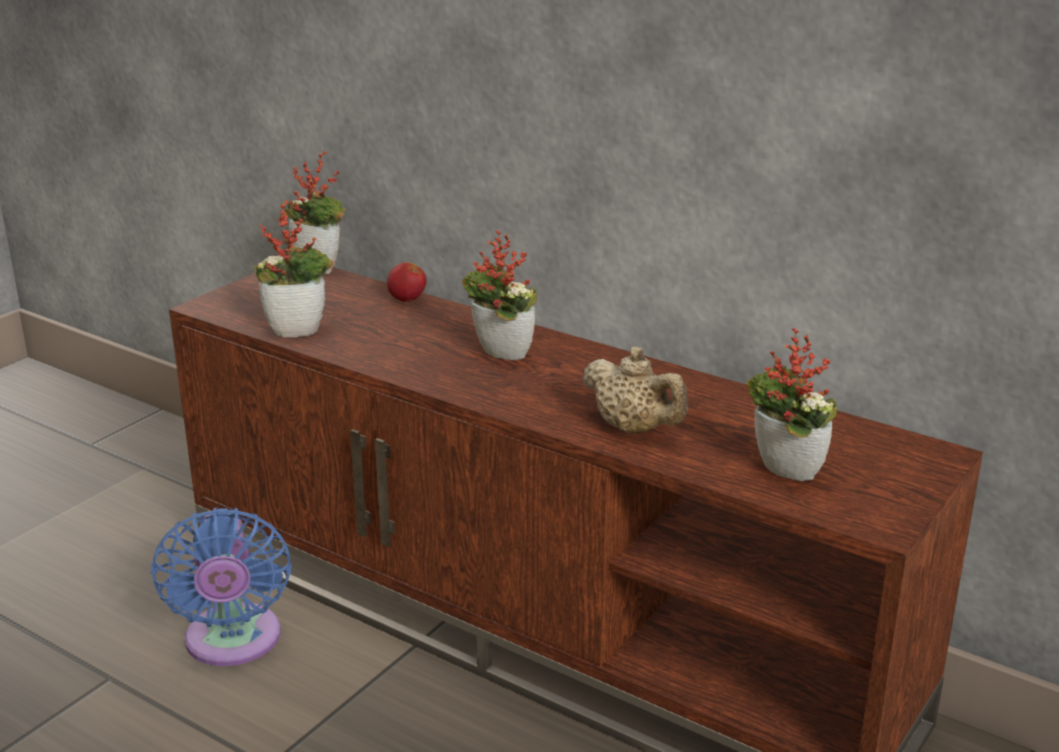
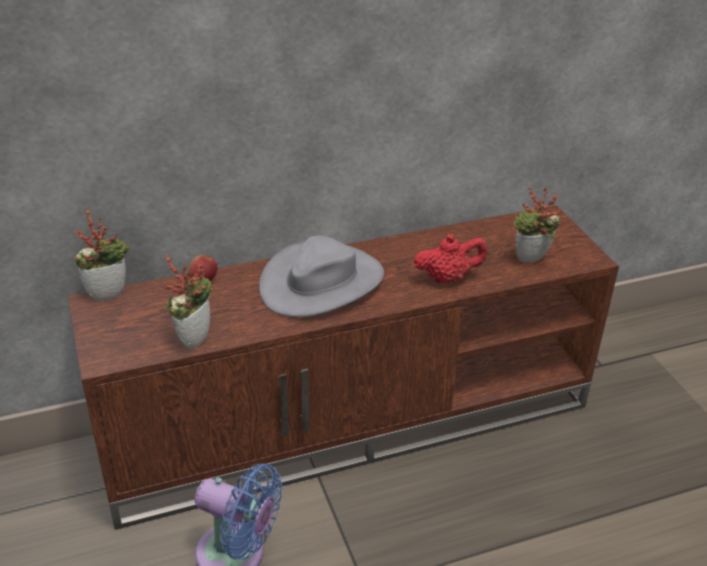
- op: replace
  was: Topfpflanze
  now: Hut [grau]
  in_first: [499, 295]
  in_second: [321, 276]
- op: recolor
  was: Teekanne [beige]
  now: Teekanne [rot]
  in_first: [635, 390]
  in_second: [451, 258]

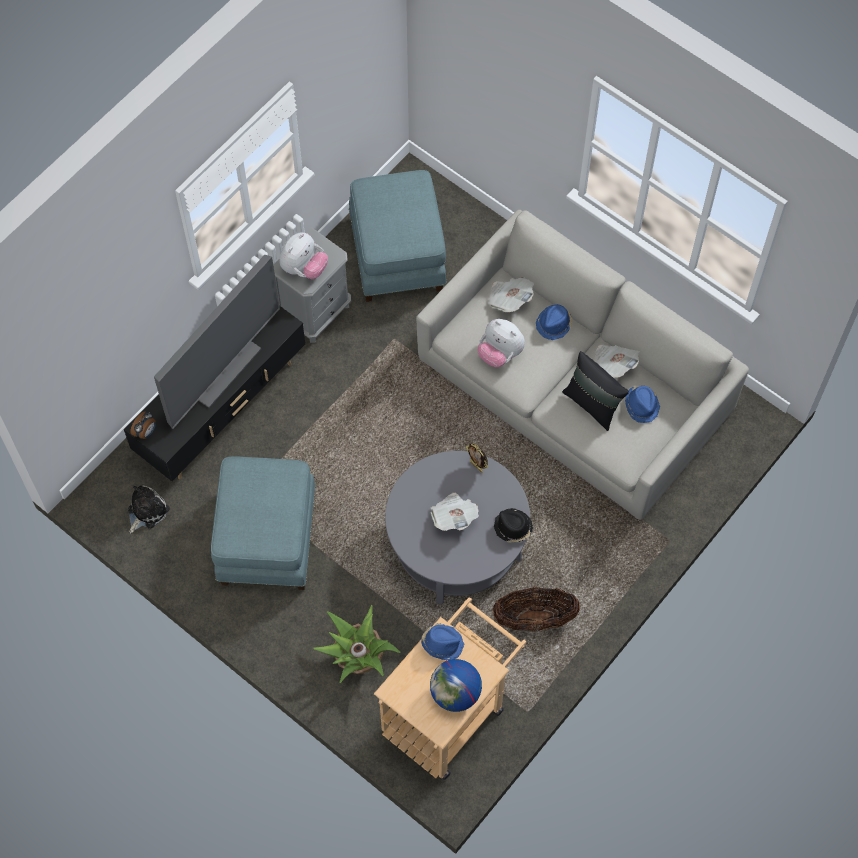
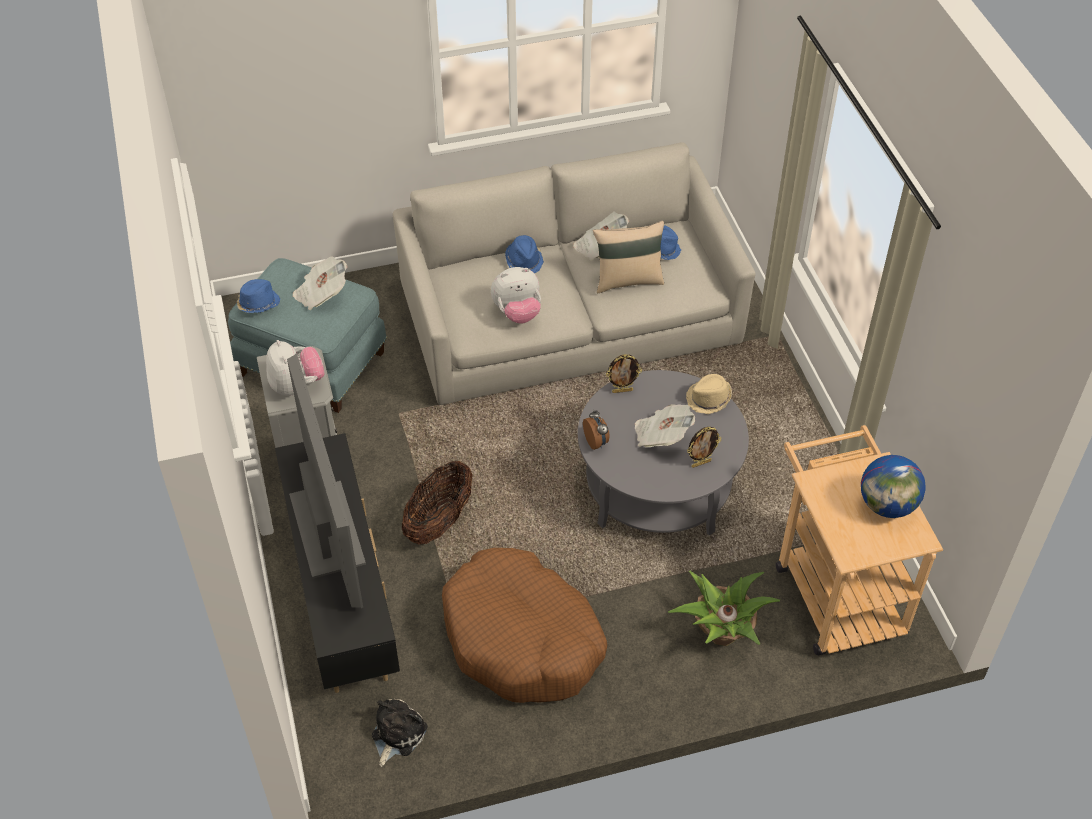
- op: insert
  now: Bilderrahmen
  in_second: [704, 447]
- op: move
  was: Wecker
  in_first: [143, 425]
  in_second: [596, 430]
- op: move
  was: Hut [blau]
  in_first: [443, 641]
  in_second: [258, 296]
- op: move
  was: Zeitung
  in_first: [510, 294]
  in_second: [320, 283]
- op: move
  was: Korb
  in_first: [536, 609]
  in_second: [437, 502]
- op: replace
  was: Polsterhocker [blau]
  now: Hundebett [braun]
  in_first: [263, 523]
  in_second: [524, 625]
- op: recolor
  was: Hut [schwarz]
  now: Hut [beige]
  in_first: [513, 525]
  in_second: [709, 394]
- op: recolor
  was: Kissen [schwarz]
  now: Kissen [beige]
  in_first: [595, 391]
  in_second: [628, 257]
- op: rotate
  was: Plüschtier
  in_first: [149, 509]
  in_second: [400, 733]
  clockwise: 45

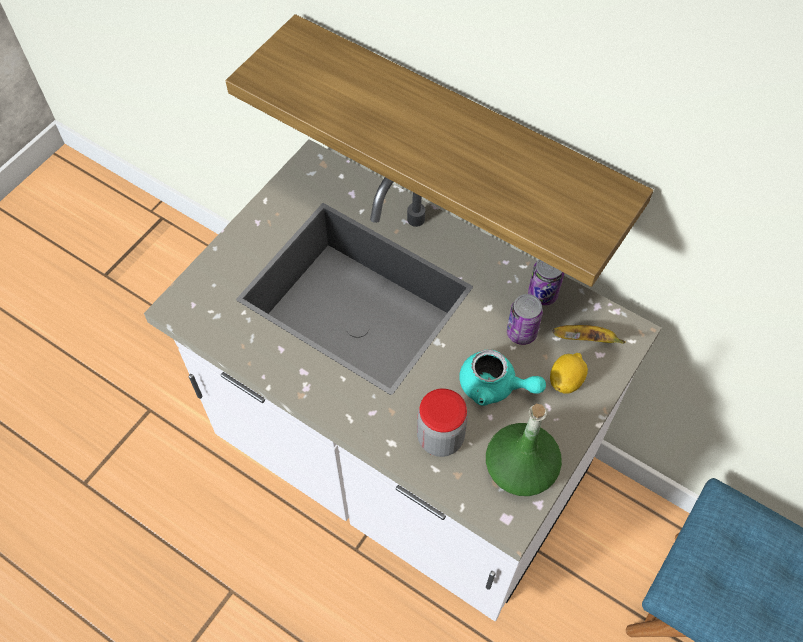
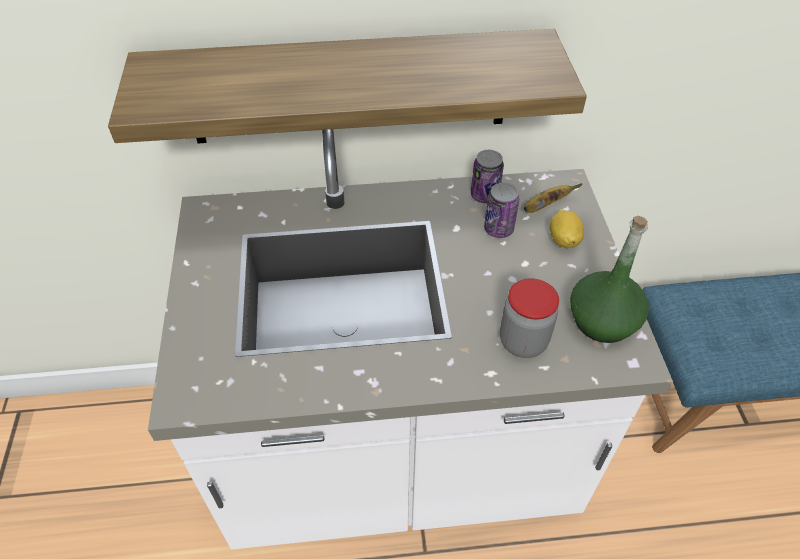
- op: delete
  was: Teekanne [türkis]
  in_first: [502, 378]

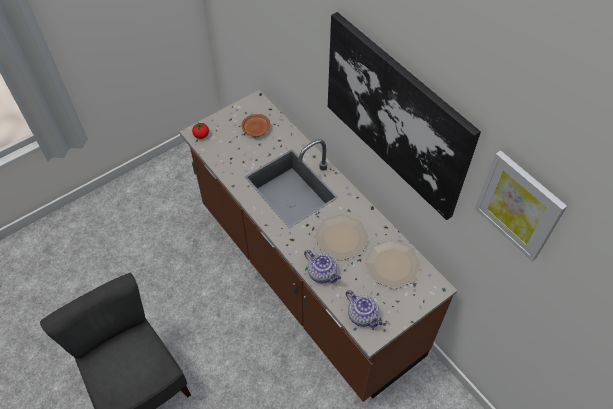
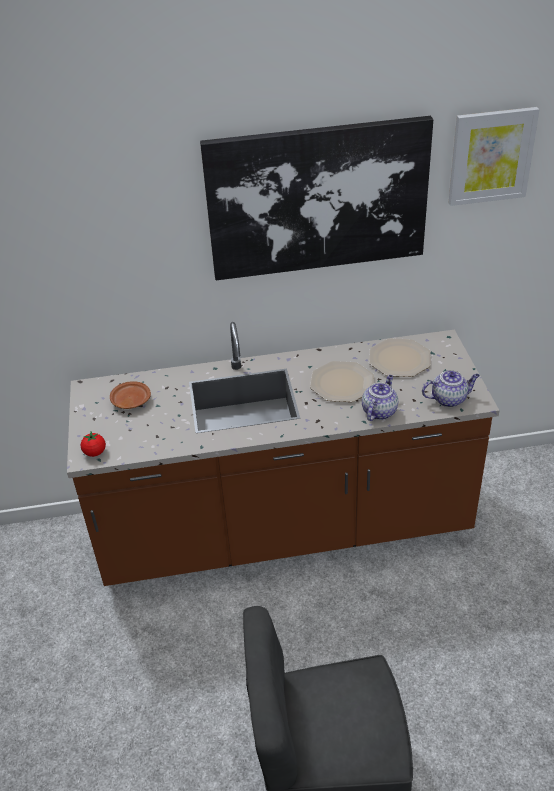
- op: rotate
  was: Teekanne
  in_first: [322, 266]
  in_second: [380, 398]
  clockwise: -45

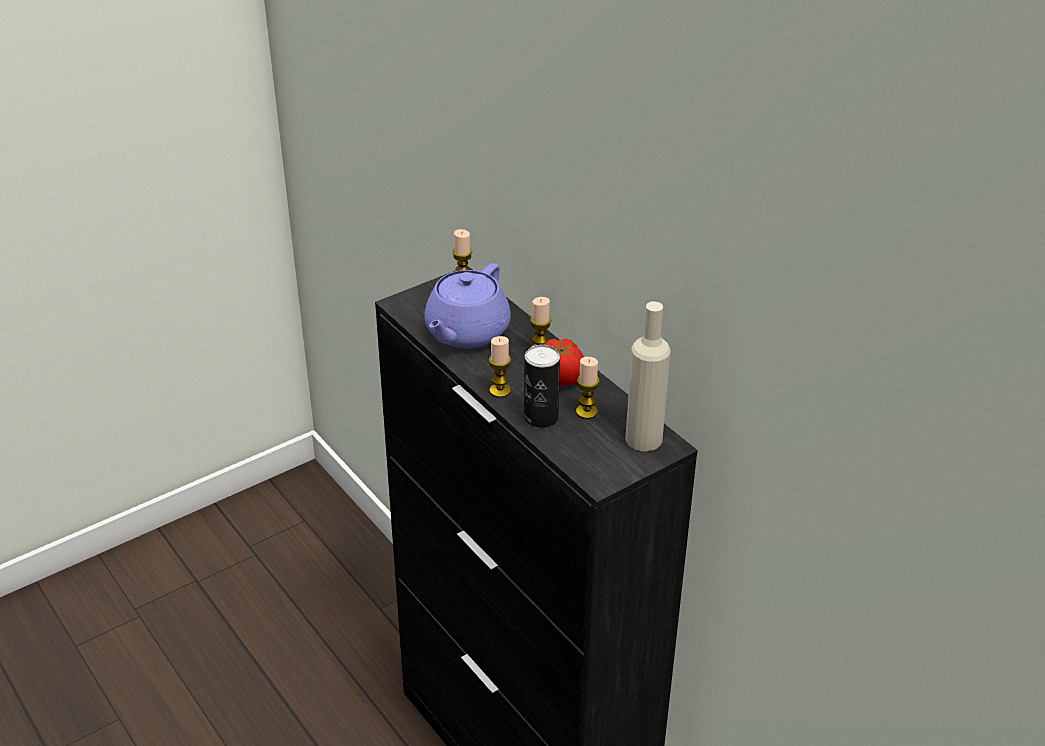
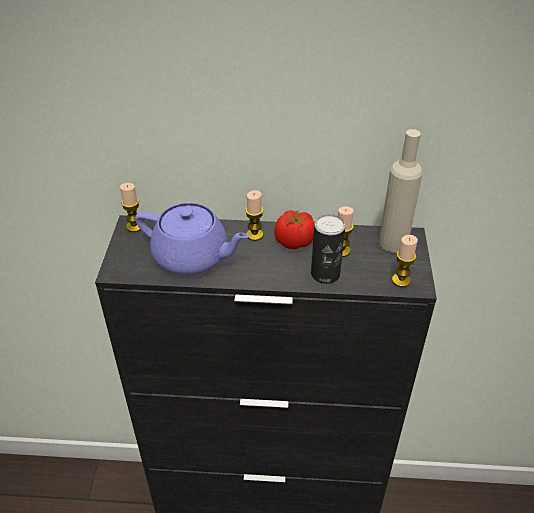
- op: move
  was: Kerze
  in_first: [500, 367]
  in_second: [405, 261]
- op: rotate
  was: Teekanne [lila]
  in_first: [467, 306]
  in_second: [192, 239]
  clockwise: -45

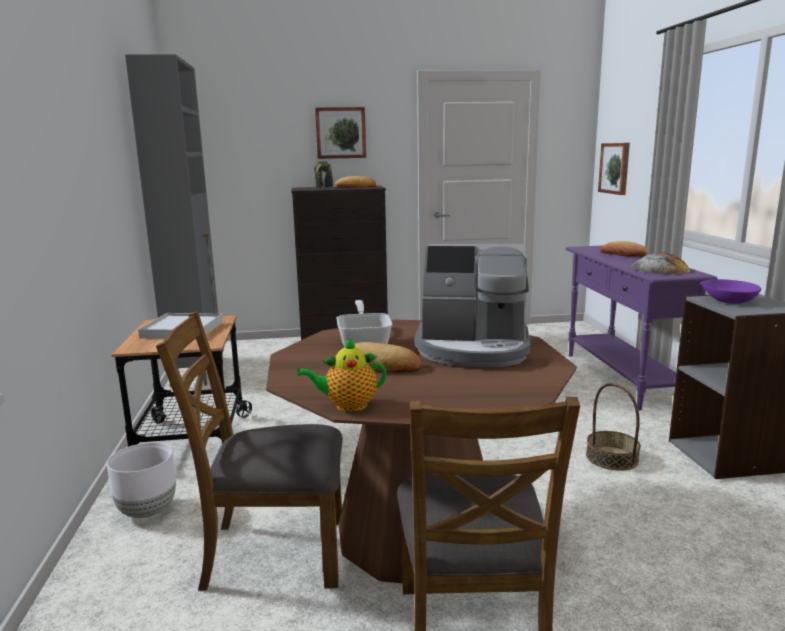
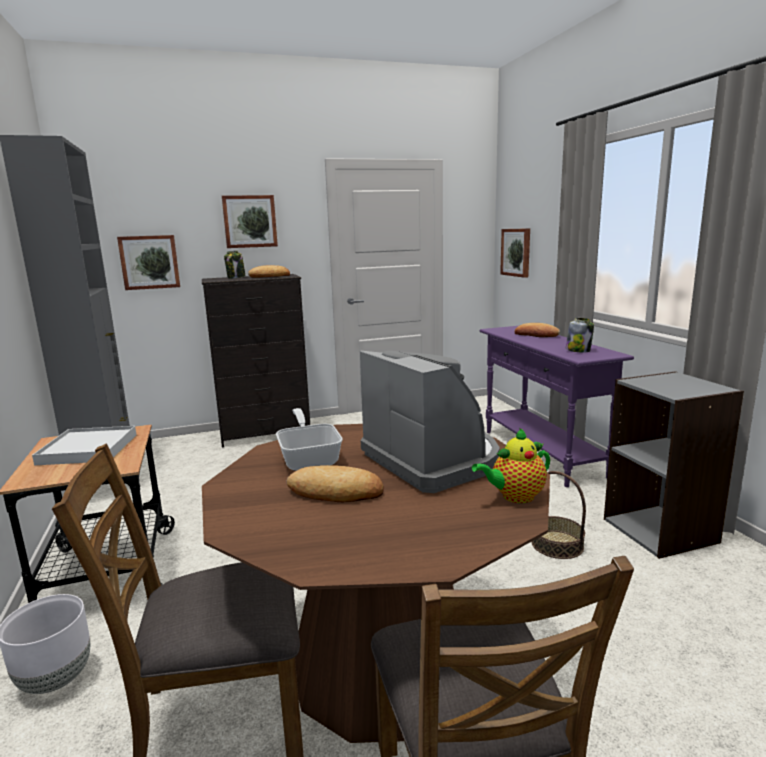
- op: delete
  was: Schüssel [lila]
  in_first: [731, 291]
- op: insert
  now: Bild
  in_second: [148, 262]
- op: move
  was: Teekanne
  in_first: [341, 374]
  in_second: [511, 465]
- op: replace
  was: Brot
  now: Vorratsglas
  in_first: [660, 263]
  in_second: [580, 335]
- op: rotate
  was: Kaffeemaschine
  in_first: [472, 306]
  in_second: [430, 422]
  clockwise: -120

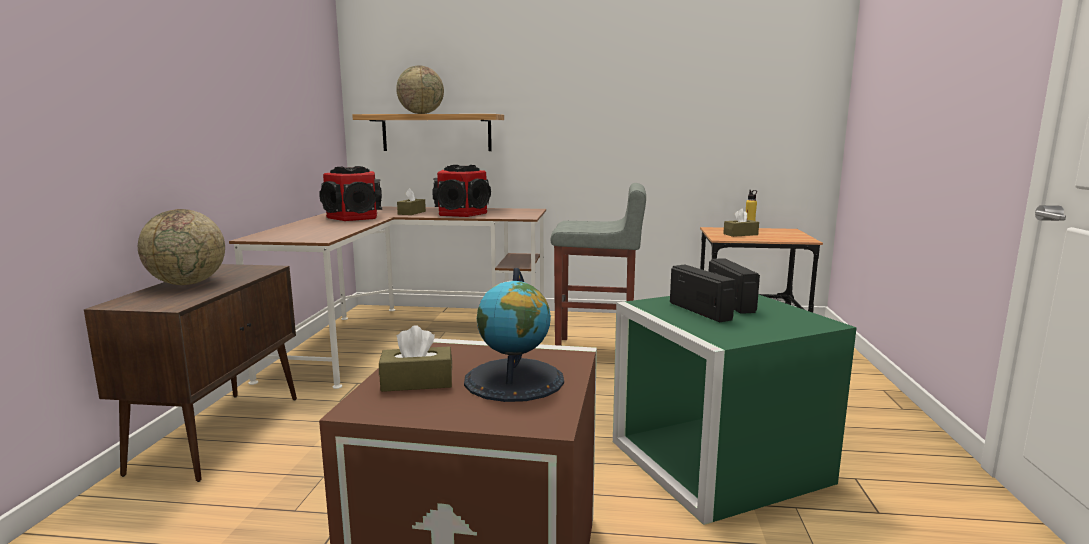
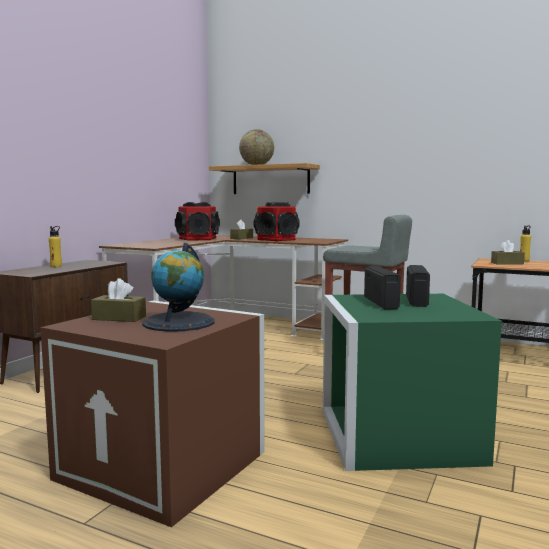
- op: replace
  was: Globus
  now: Flasche [gelb]
  in_first: [181, 247]
  in_second: [55, 246]

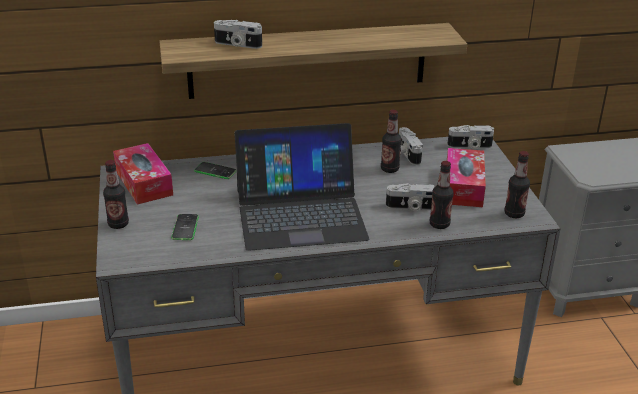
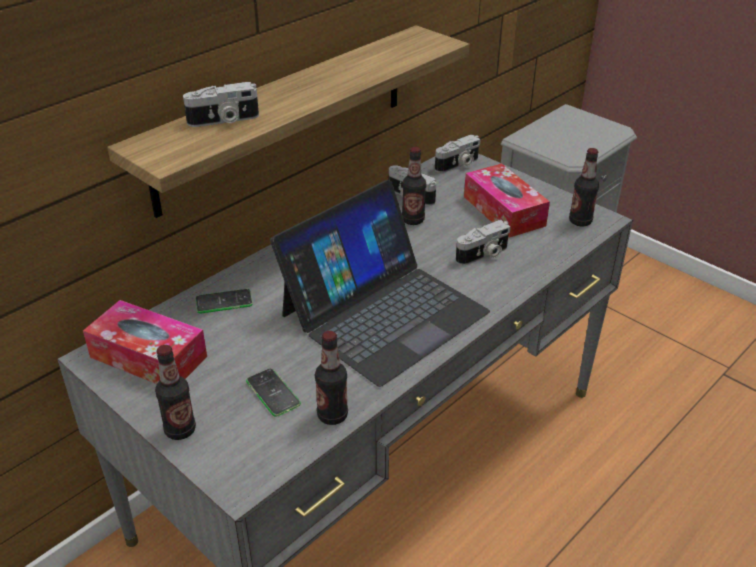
- op: move
  was: Flasche
  in_first: [442, 195]
  in_second: [331, 378]

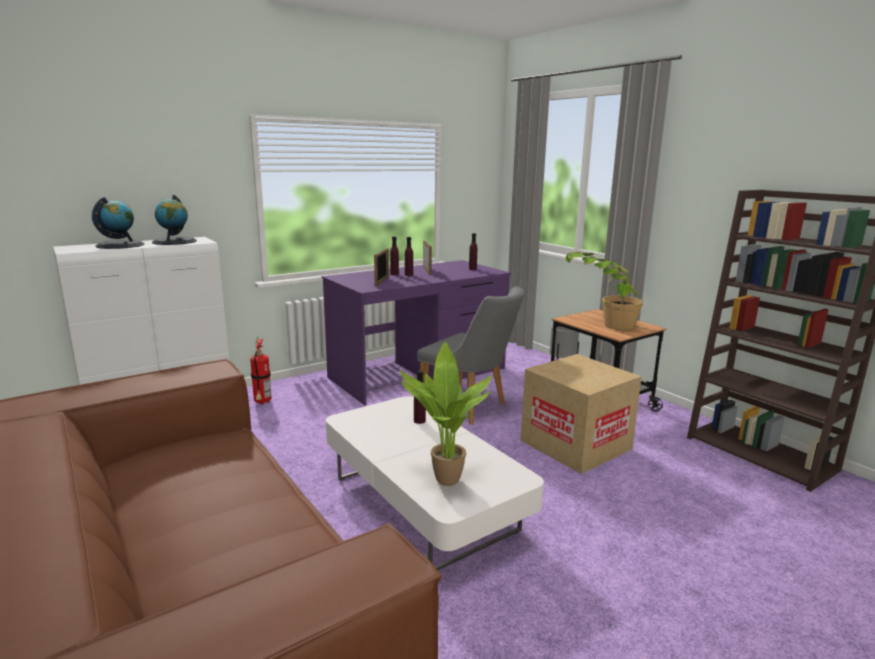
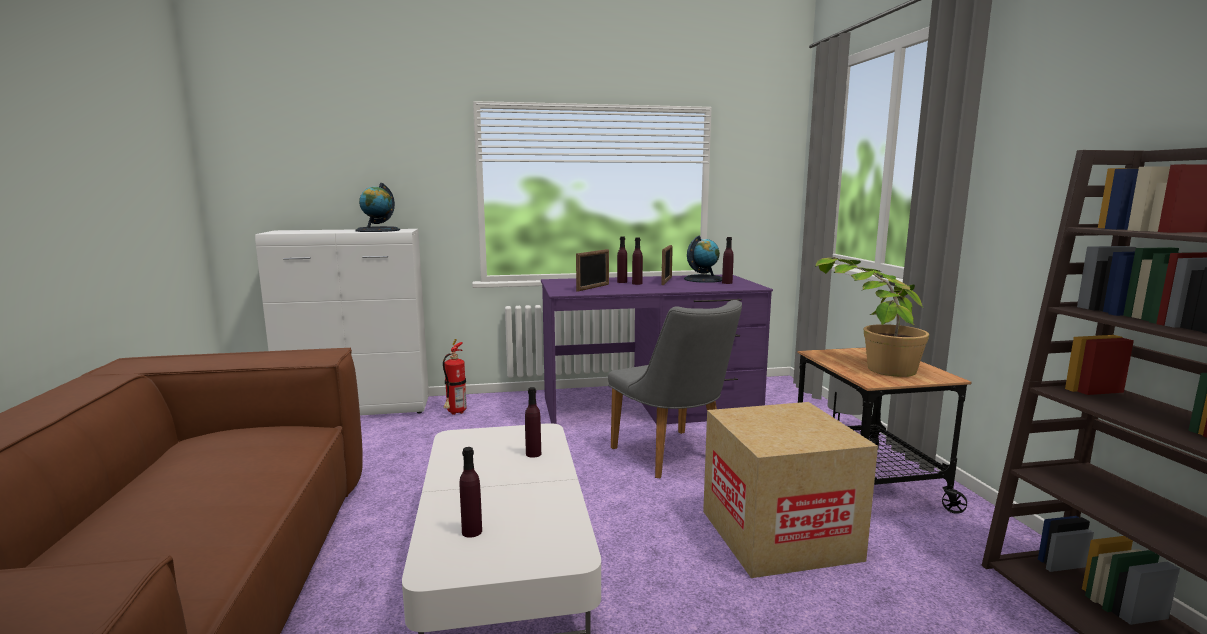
- op: move
  was: Globus
  in_first: [118, 223]
  in_second: [703, 259]
- op: replace
  was: Topfpflanze
  now: Flasche [lila]
  in_first: [446, 414]
  in_second: [470, 492]

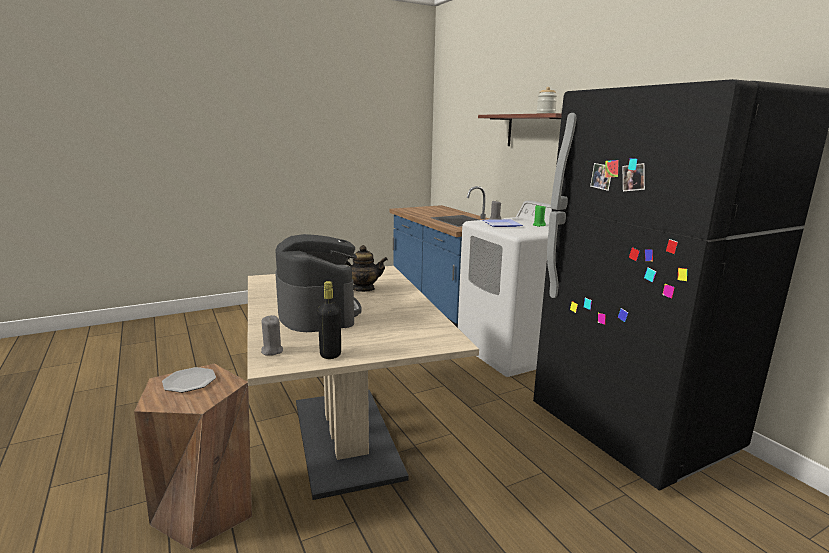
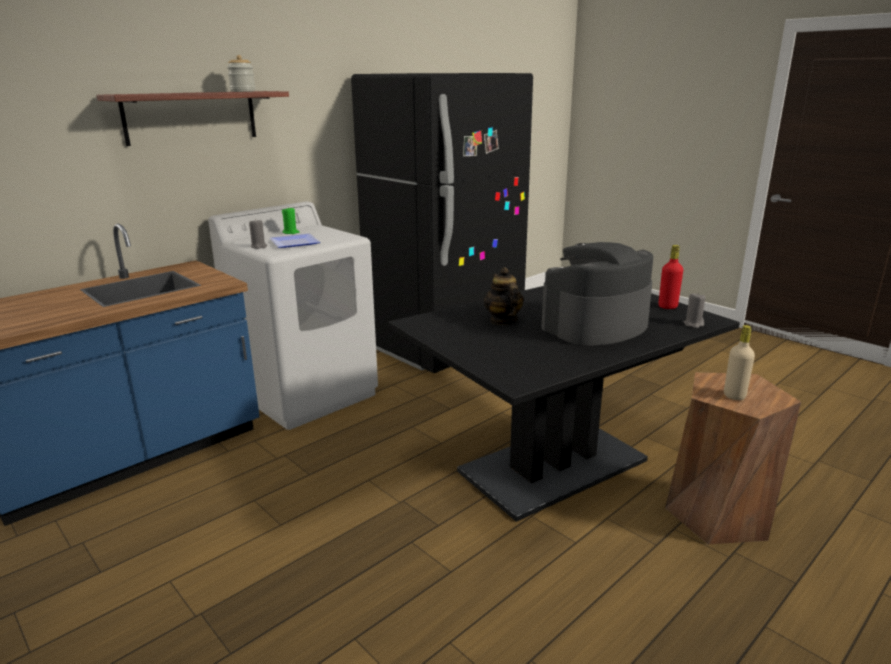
- op: replace
  was: Teller
  now: Flasche [beige]
  in_first: [189, 380]
  in_second: [739, 362]
- op: recolor
  was: Esstisch [beige]
  now: Esstisch [schwarz]
  in_first: [363, 383]
  in_second: [564, 404]
- op: recolor
  was: Flasche [schwarz]
  now: Flasche [rot]
  in_first: [329, 320]
  in_second: [670, 277]

